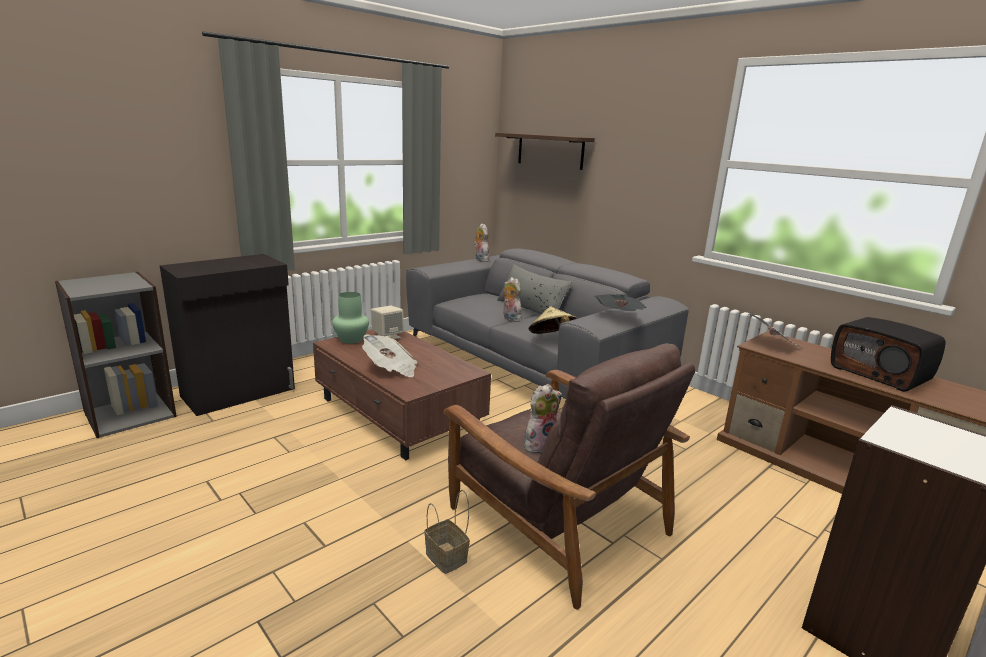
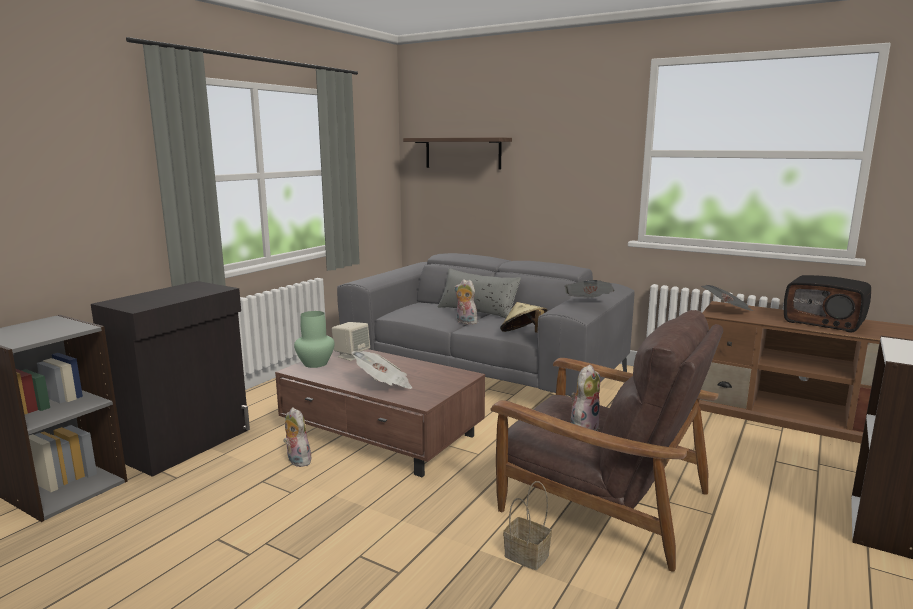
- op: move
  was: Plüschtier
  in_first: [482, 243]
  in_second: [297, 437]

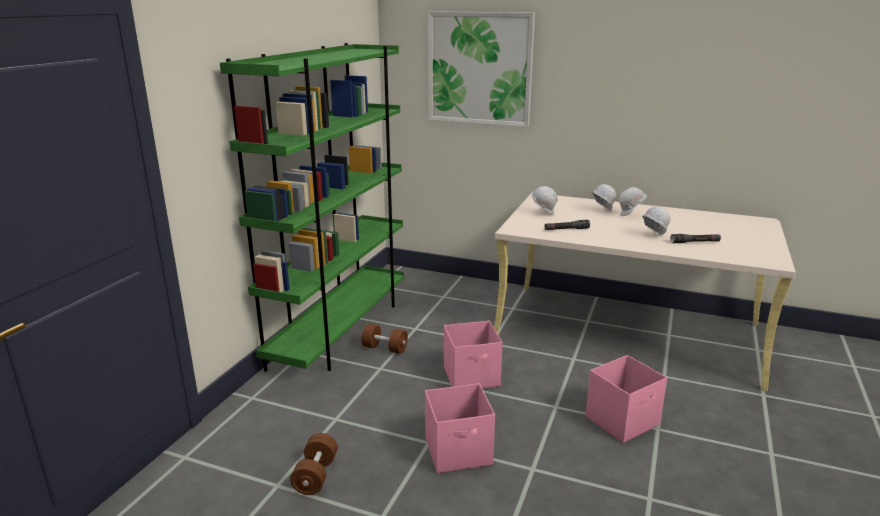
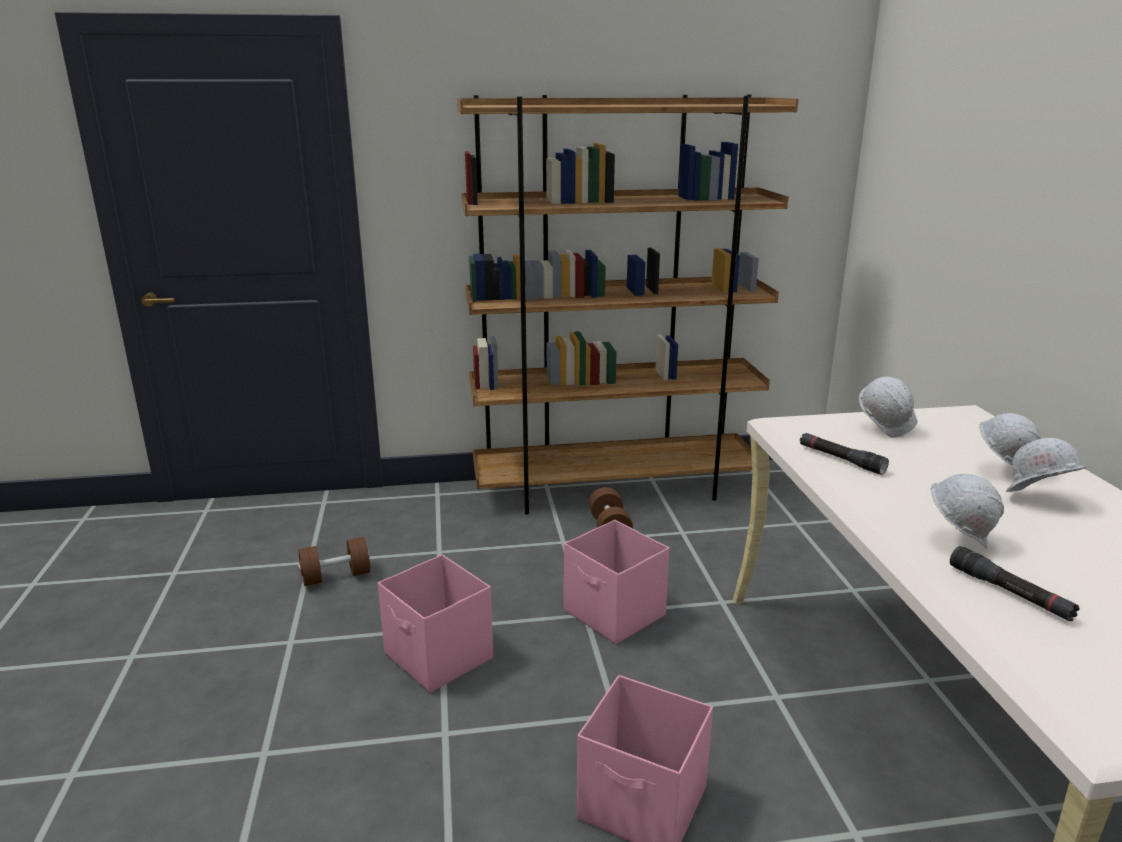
- op: delete
  was: Bild
  in_first: [481, 69]
- op: recolor
  was: Bücherregal [grün]
  now: Bücherregal [braun]
  in_first: [312, 207]
  in_second: [627, 305]

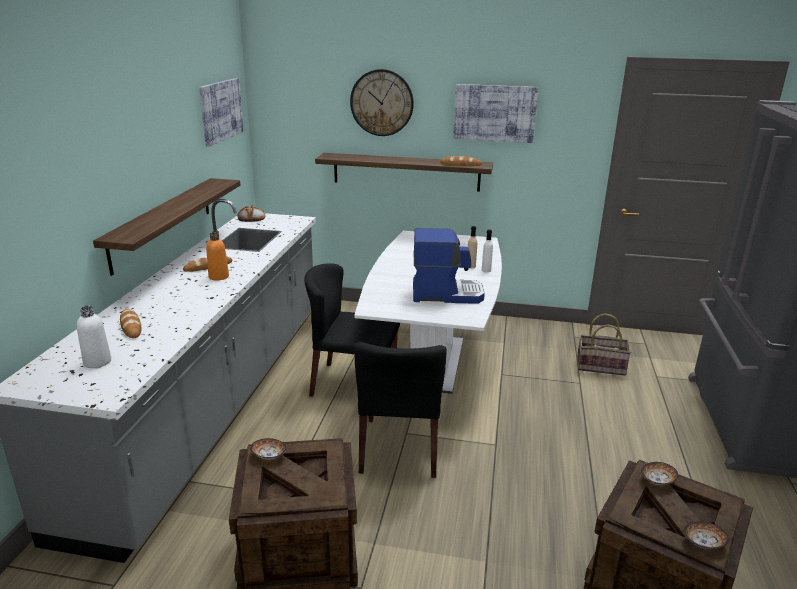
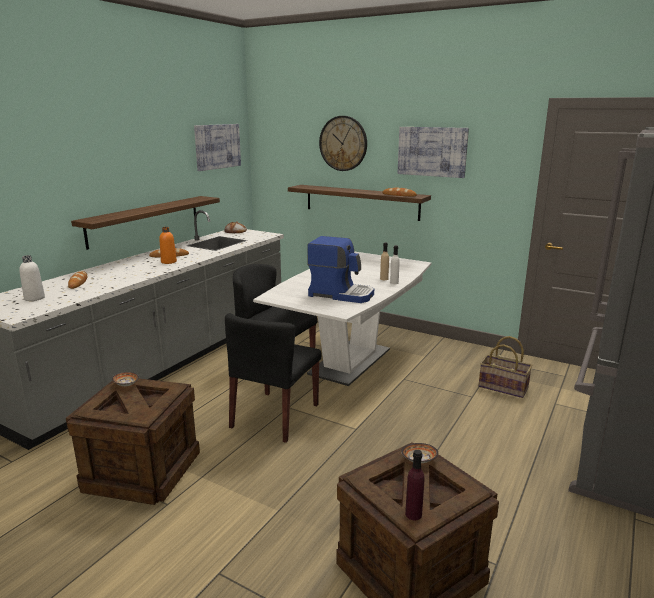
- op: replace
  was: Schüssel
  now: Flasche [lila]
  in_first: [706, 535]
  in_second: [414, 485]

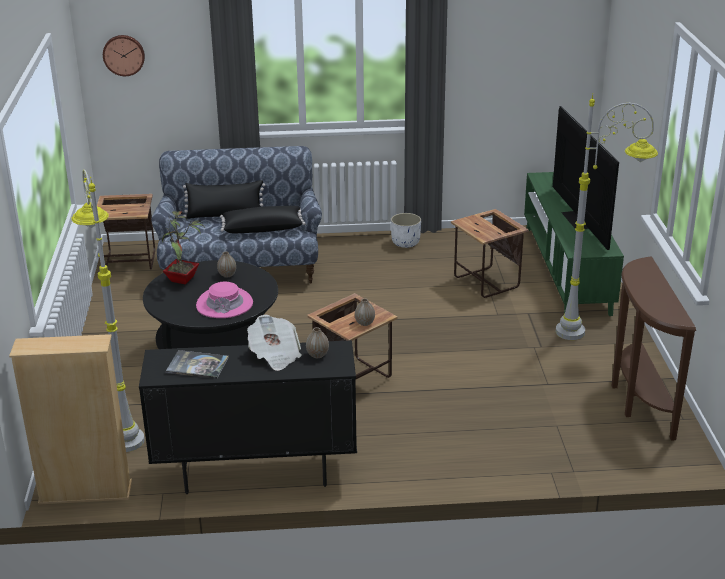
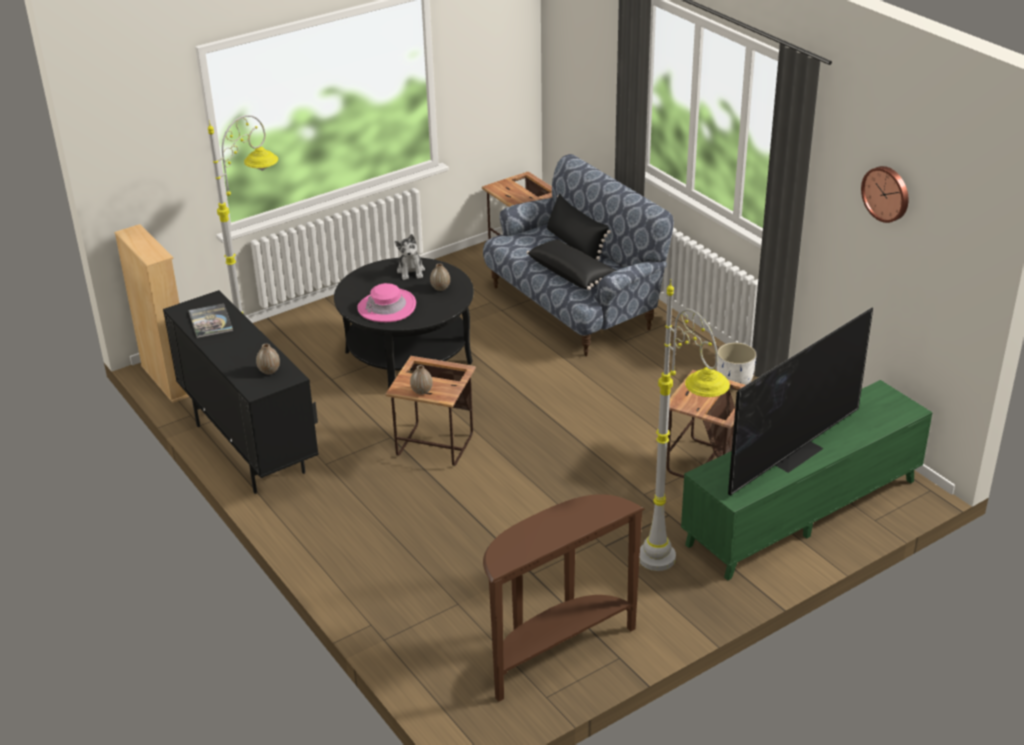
- op: delete
  was: Zeitung
  in_first: [274, 343]
- op: move
  was: Wanduhr
  in_first: [124, 55]
  in_second: [885, 194]
- op: replace
  was: Topfpflanze
  now: Plüschtier
  in_first: [182, 247]
  in_second: [410, 257]

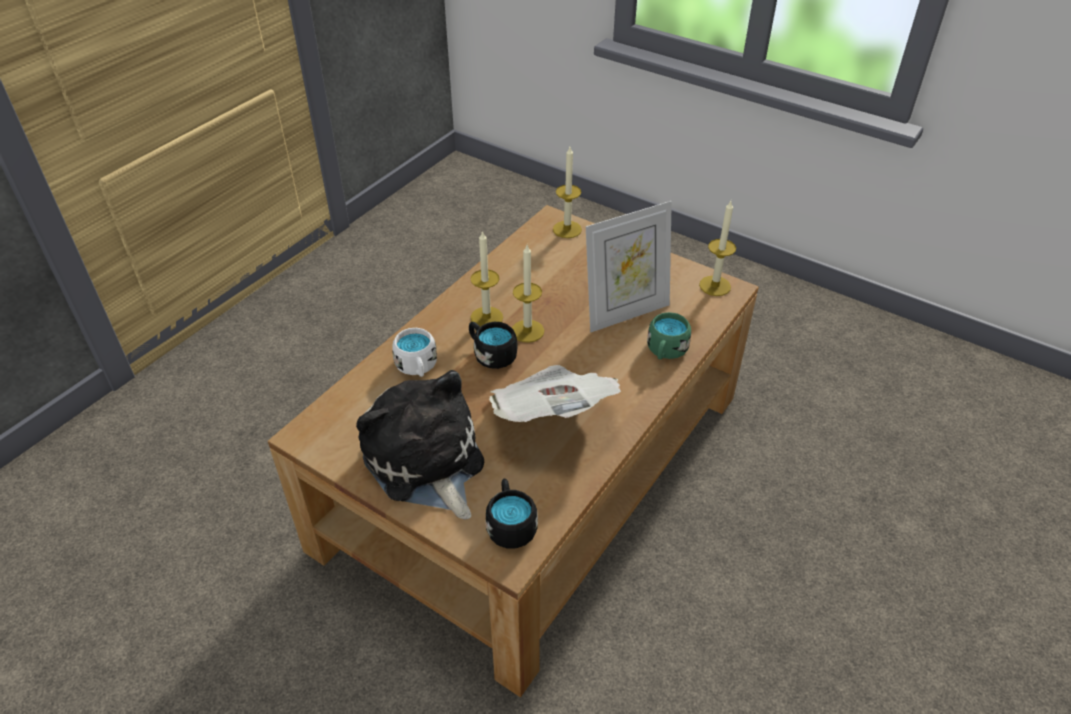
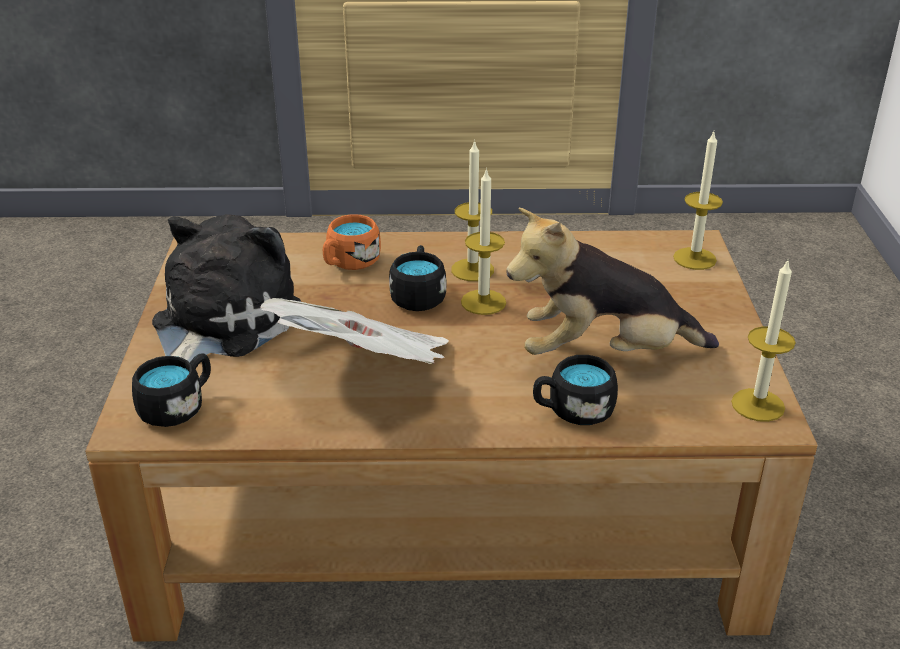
- op: replace
  was: Bilderrahmen
  now: Plüschtier
  in_first: [629, 266]
  in_second: [612, 281]
- op: recolor
  was: Henkelbecher [weiß]
  now: Henkelbecher [orange]
  in_first: [415, 352]
  in_second: [352, 242]
- op: recolor
  was: Henkelbecher [grün]
  now: Henkelbecher [schwarz]
  in_first: [669, 336]
  in_second: [575, 390]

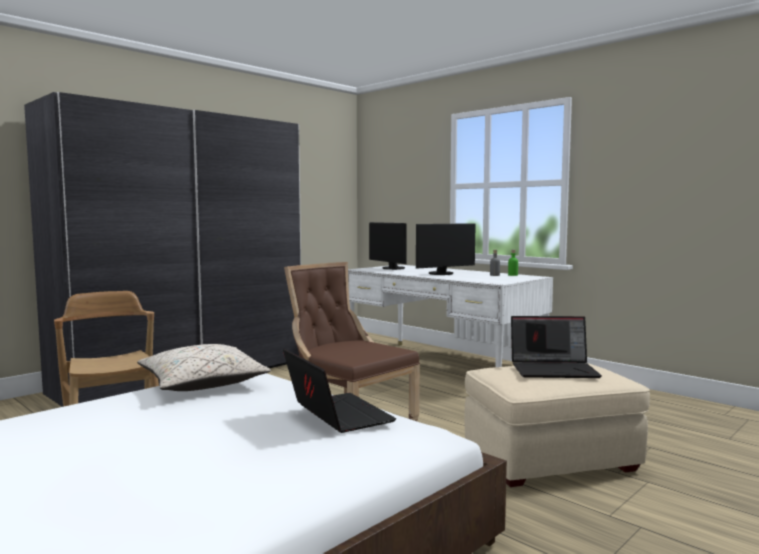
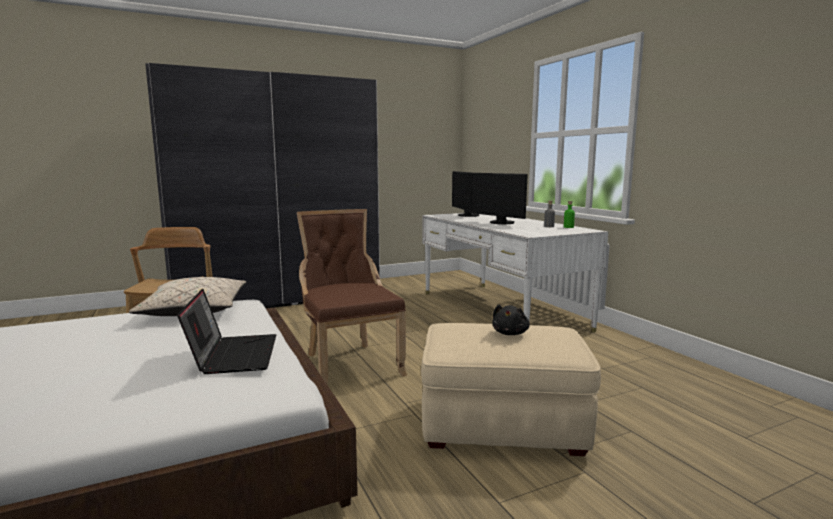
- op: replace
  was: Laptop
  now: Plüschtier [schwarz]
  in_first: [556, 347]
  in_second: [511, 319]
- op: rotate
  was: Monitor
  in_first: [446, 249]
  in_second: [499, 198]
  clockwise: 60

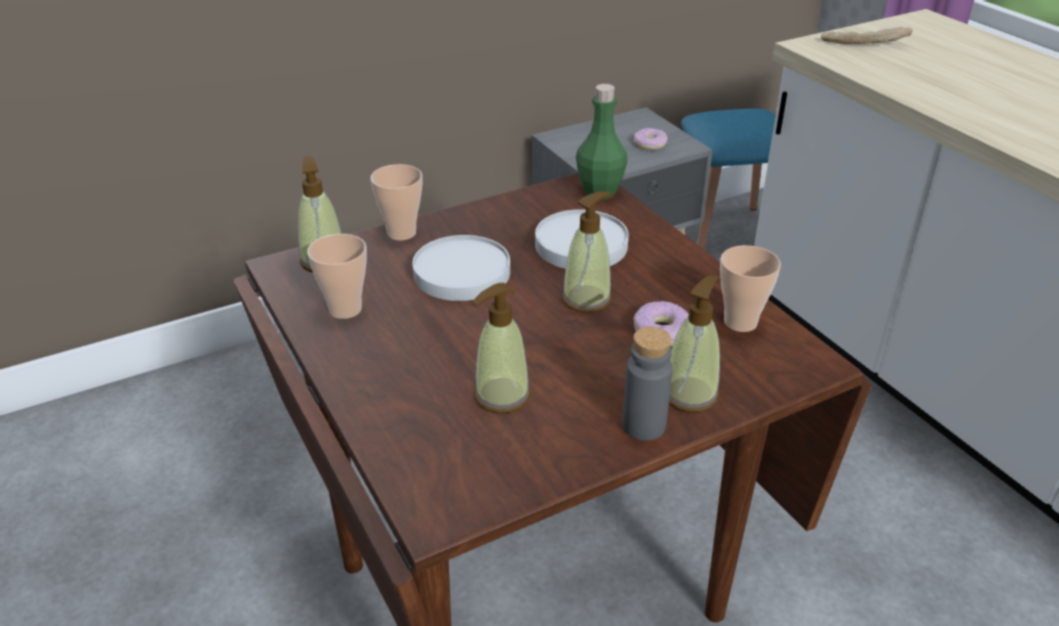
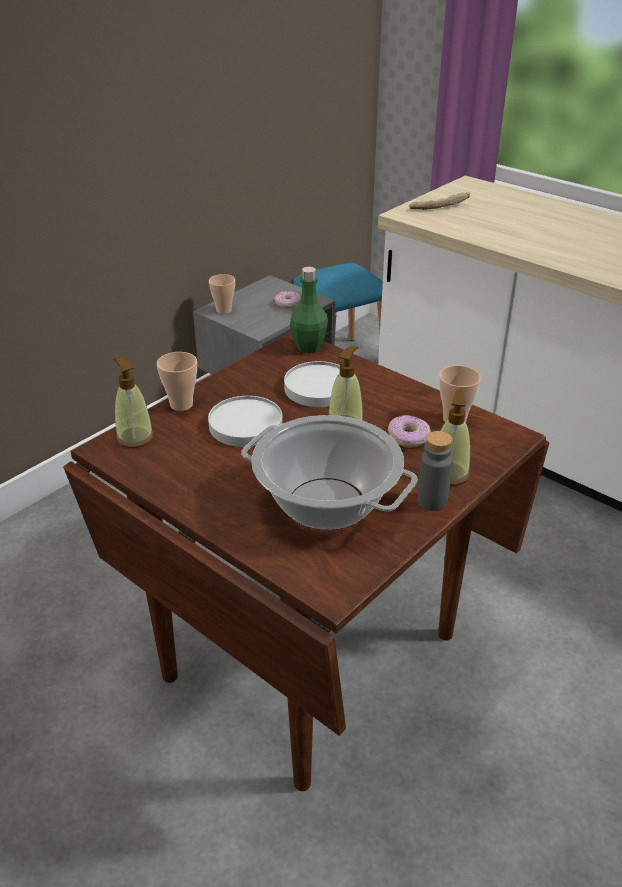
- op: move
  was: Tasse
  in_first: [337, 276]
  in_second: [222, 294]
- op: replace
  was: Seifenspender
  now: Kochtopf
  in_first: [501, 348]
  in_second: [329, 472]

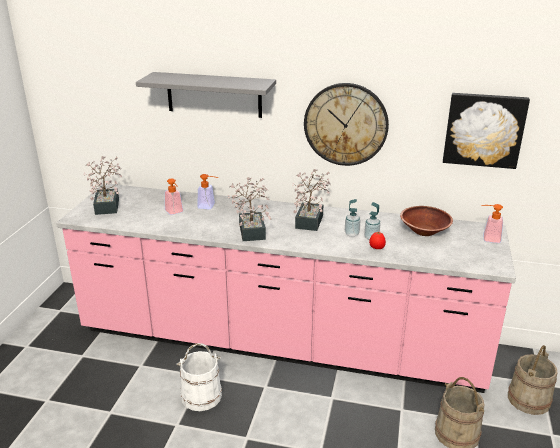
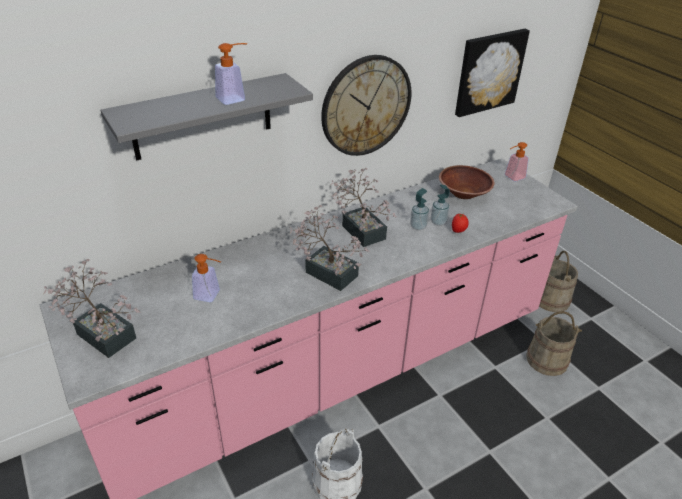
- op: move
  was: Seifenspender
  in_first: [207, 191]
  in_second: [231, 74]

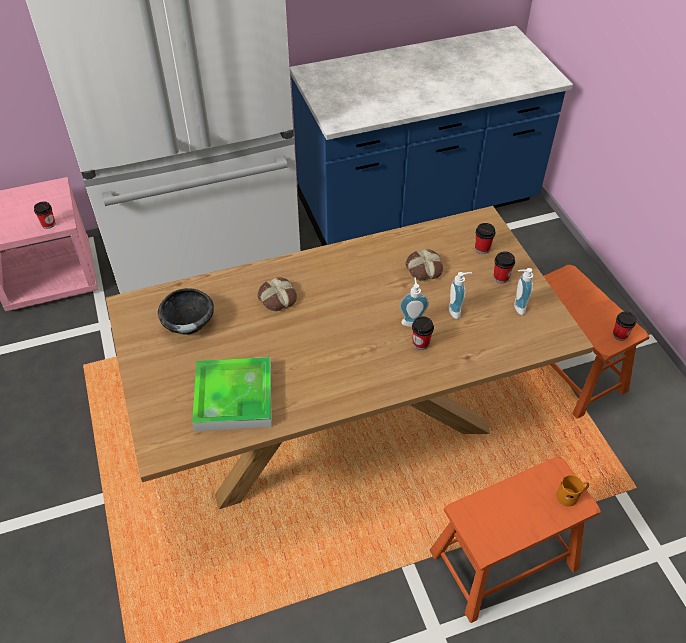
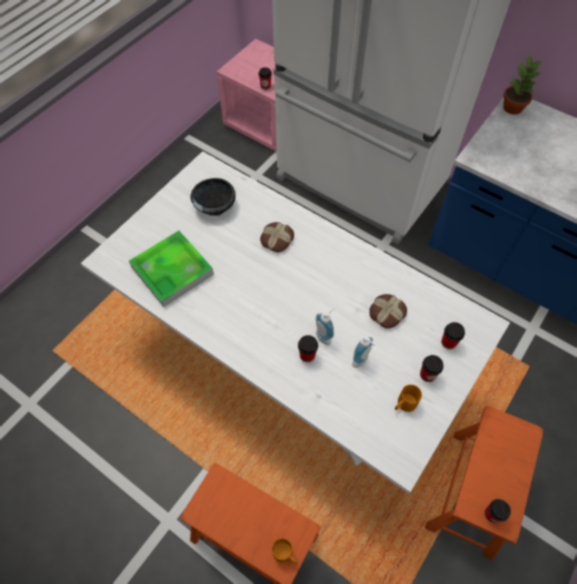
- op: insert
  now: Topfpflanze
  in_second: [522, 85]
- op: replace
  was: Seifenspender
  now: Henkelbecher [orange]
  in_first: [523, 291]
  in_second: [408, 398]
- op: recolor
  was: Esstisch [braun]
  now: Esstisch [weiß]
  in_first: [350, 357]
  in_second: [295, 322]

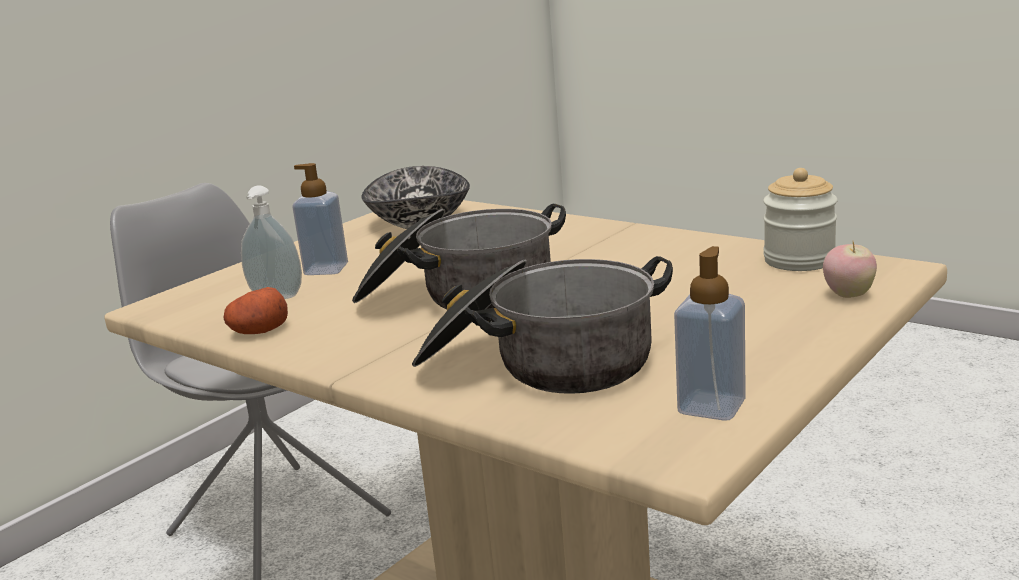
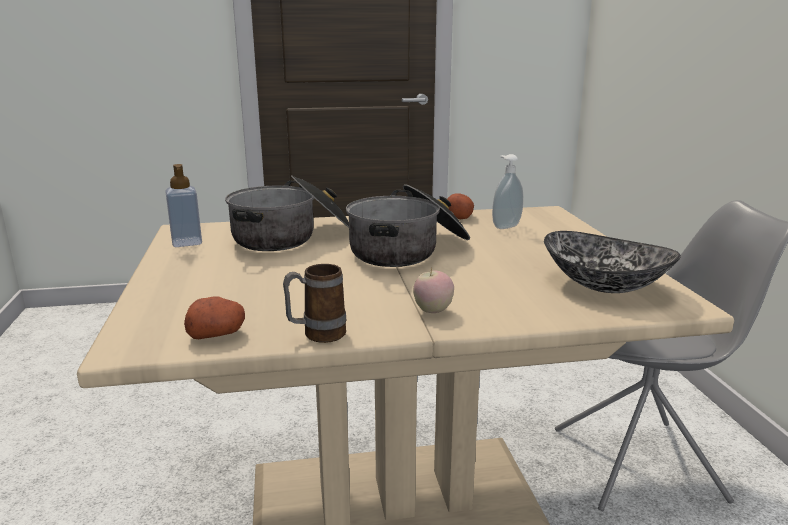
- op: delete
  was: Seifenspender
  in_first: [320, 219]
- op: insert
  now: Henkelbecher
  in_second: [314, 303]
- op: move
  was: Apfel
  in_first: [850, 270]
  in_second: [433, 290]
- op: replace
  was: Vorratsglas
  now: Kartoffel
  in_first: [800, 219]
  in_second: [214, 318]

